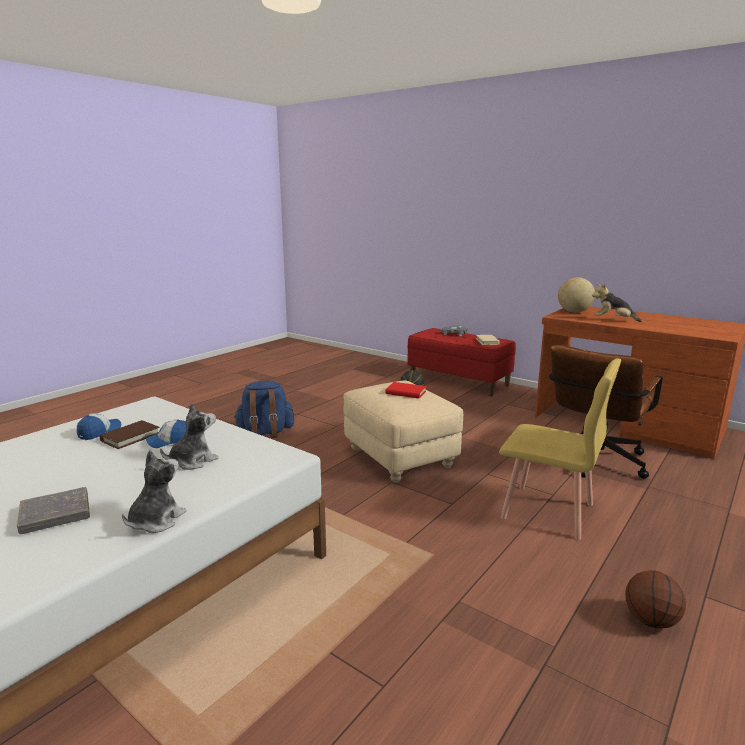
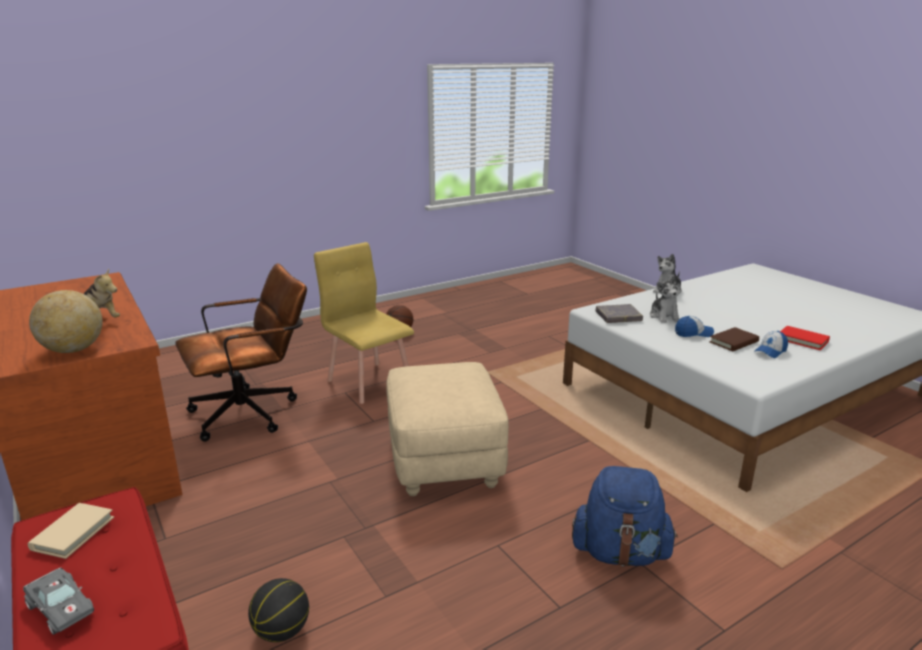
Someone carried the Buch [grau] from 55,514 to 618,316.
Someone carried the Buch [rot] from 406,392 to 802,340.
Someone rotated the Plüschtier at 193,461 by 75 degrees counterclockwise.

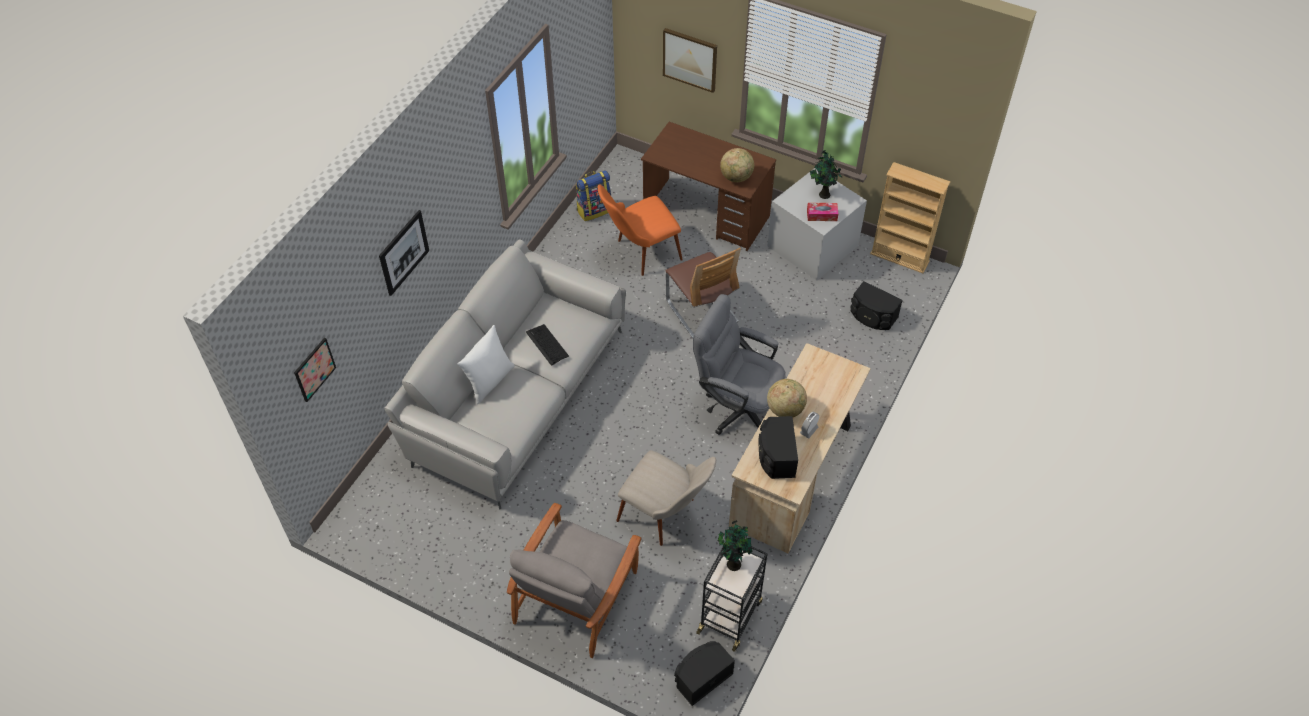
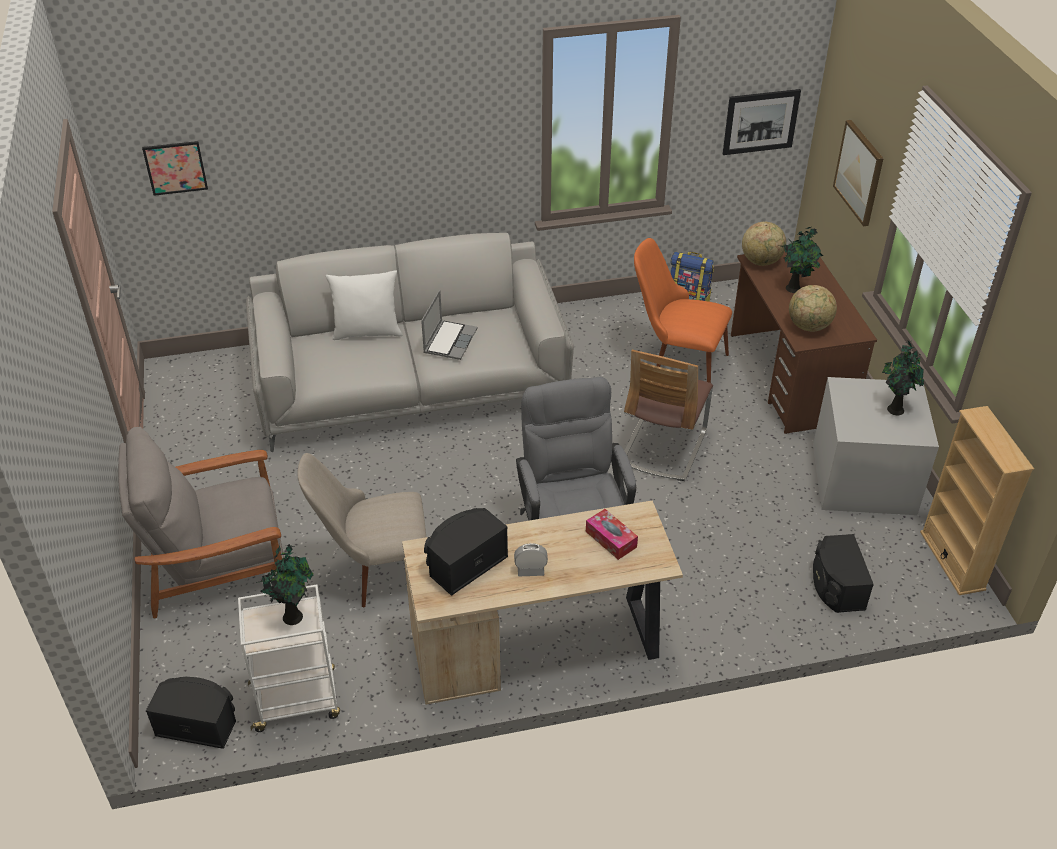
Someone put down the Topfpflanze at 795,288.
Someone carried the Bild from 404,252 to 760,121.
Someone carried the Globus from 785,409 to 761,261.
Someone carried the Taschentuchbox from 822,215 to 611,539.
Someone swapped the Tastatur at 547,345 for the Laptop at 449,341.
Someone repainted the Rollwagen [schwarz] at 730,615, which became the Rollwagen [weiß] at 297,700.
Someone rotated the Stuhl [beige] at 666,516 by 90 degrees clockwise.

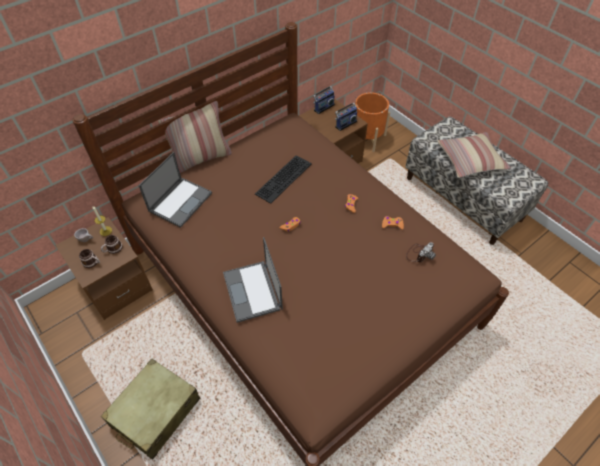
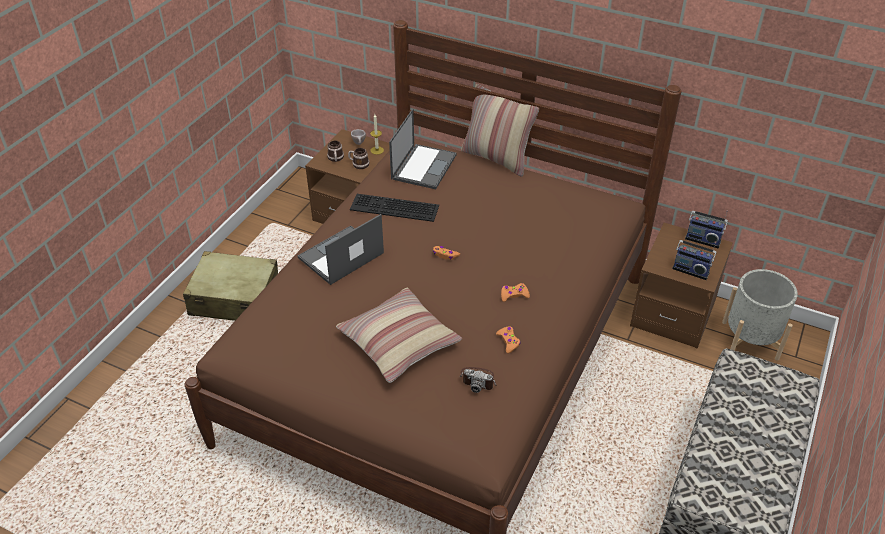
Someone carried the Tastatur from 284,179 to 393,208.
Someone carried the Kissen from 470,160 to 399,342.
Someone repainted the Pflanzkübel [orange] at 367,138, which became the Pflanzkübel [grau] at 750,340.
Someone rotated the Laptop at 180,201 by 75 degrees counterclockwise.

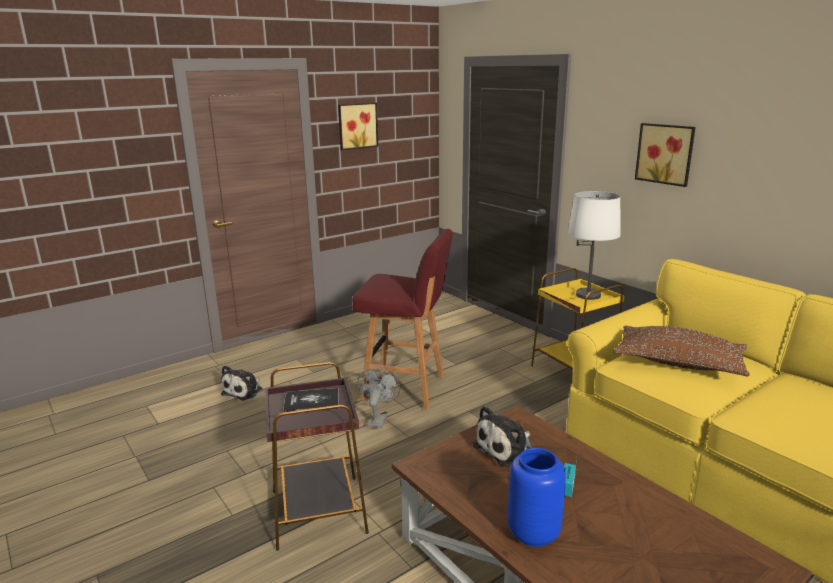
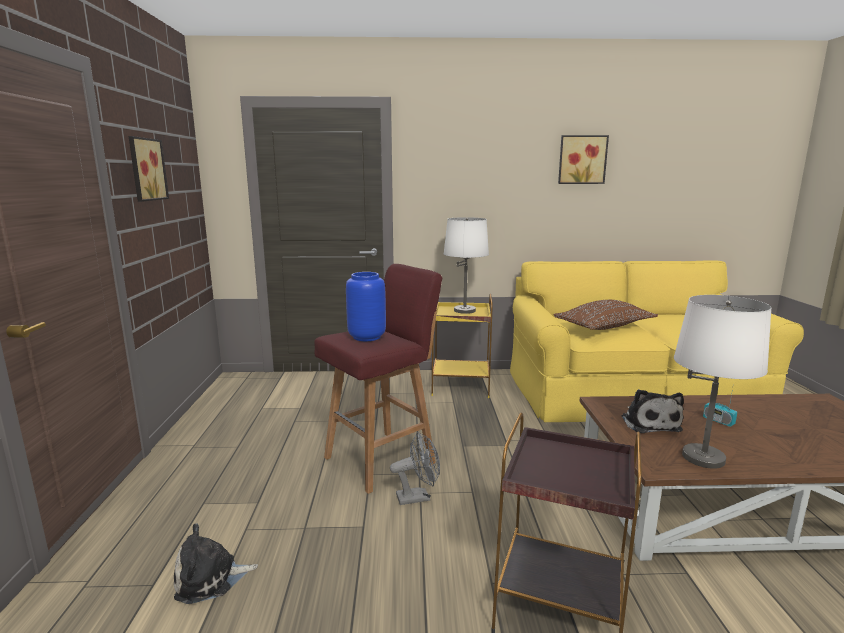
Someone took away the Buch at 312,402.
Someone put down the Tischlampe [weiß] at 703,457.
Someone carried the Vase [blau] from 532,533 to 367,337.
Someone carried the Bild from 666,154 to 582,159.
Someone rotated the Plüschtier at 244,391 by 105 degrees clockwise.
Someone rotated the Ventilator [grau] at 378,419 by 120 degrees clockwise.

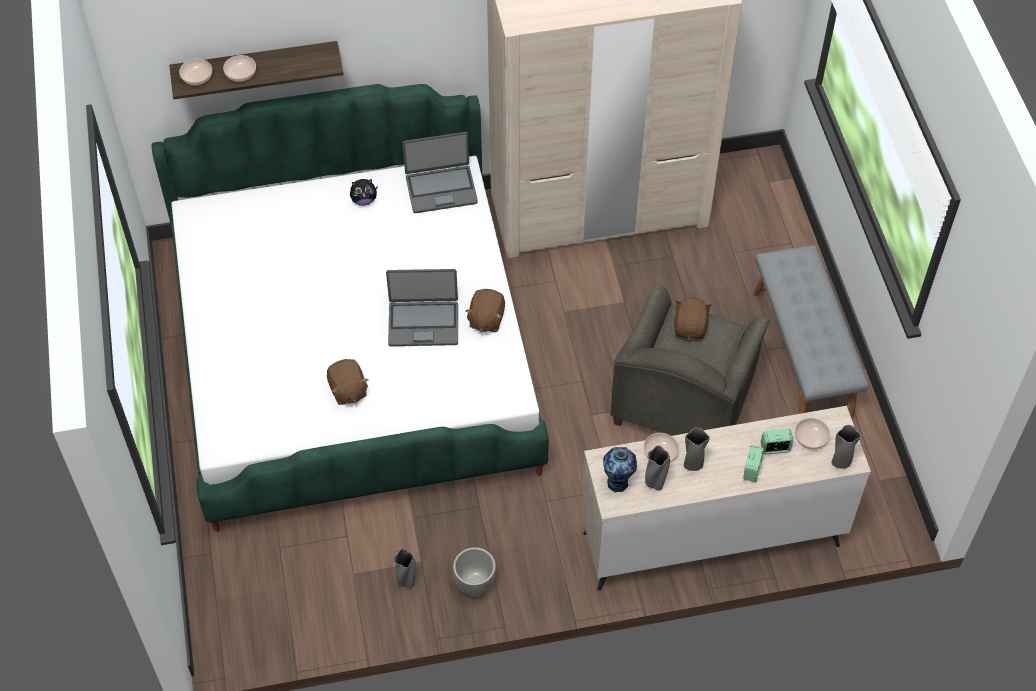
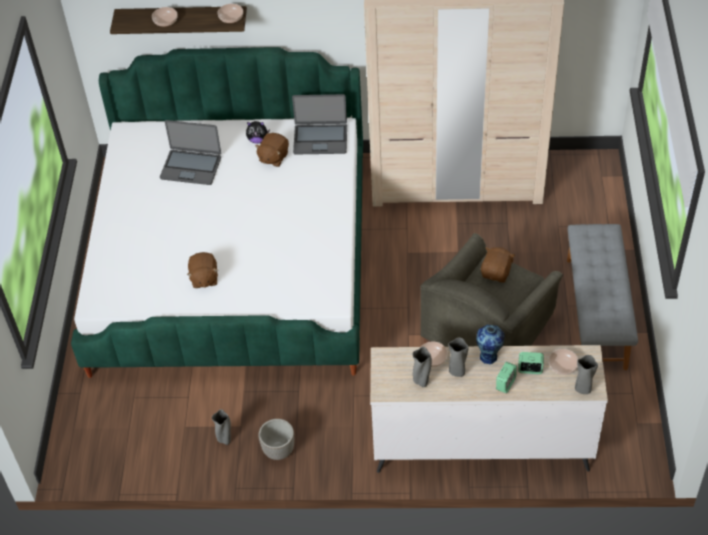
Someone carried the Schüssel from 197,77 to 231,18.
Someone carried the Laptop from 423,323 to 191,167.
Someone carried the Plüschtier [braun] from 486,319 to 273,157.
Someone carried the Vase from 618,482 to 489,356.

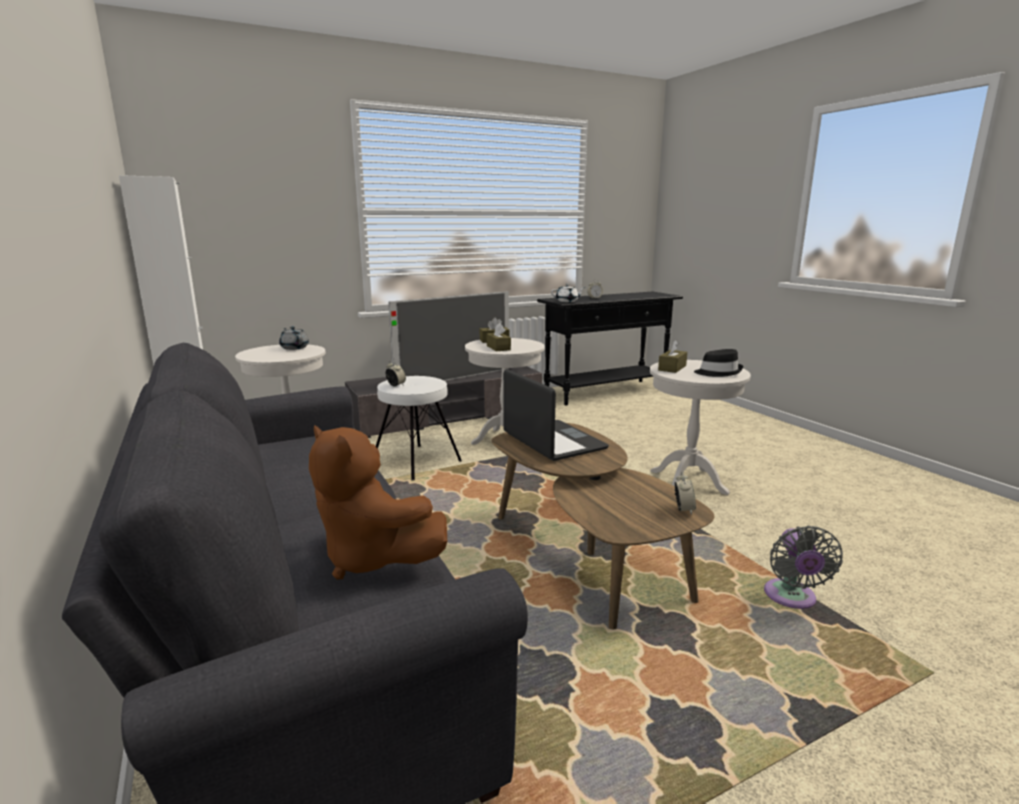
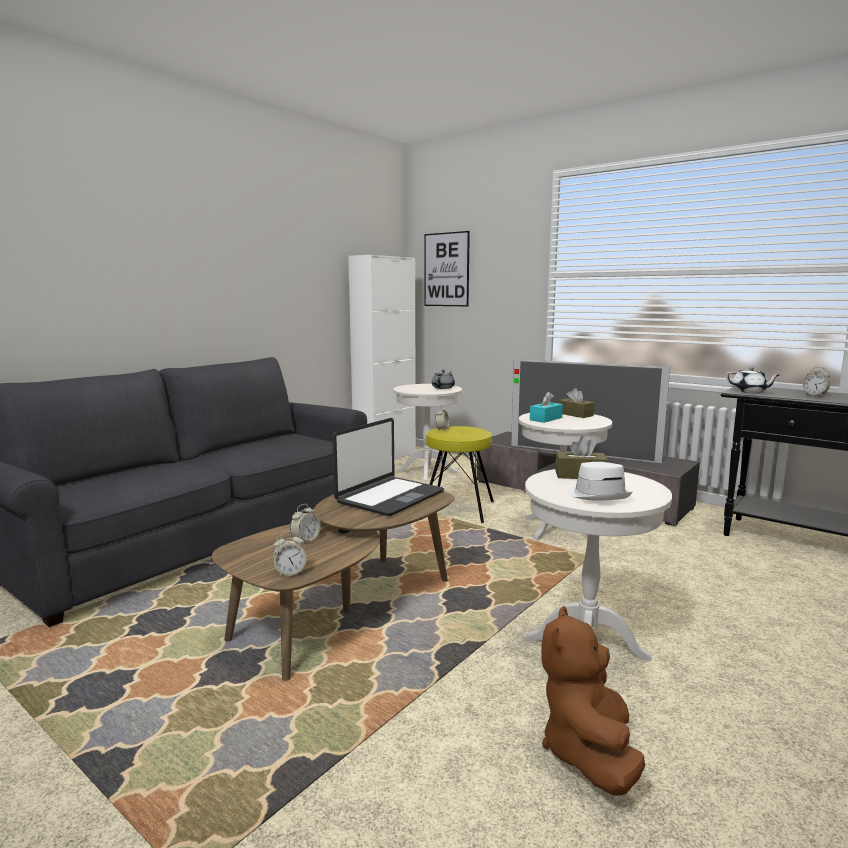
Someone took away the Ventilator [grau] at 791,598.
Someone put down the Wecker at 305,540.
Someone put up the Bild at 446,269.
Someone carried the Plüschtier [braun] from 372,558 to 588,752.
Someone repainted the Hocker [weiß] at 415,462, which became the Hocker [gelb] at 457,508.
Someone repainted the Taschentuchbox [braun] at 498,348, which became the Taschentuchbox [türkis] at 546,419.
Someone repainted the Hut [schwarz] at 718,372, which became the Hut [weiß] at 598,495.

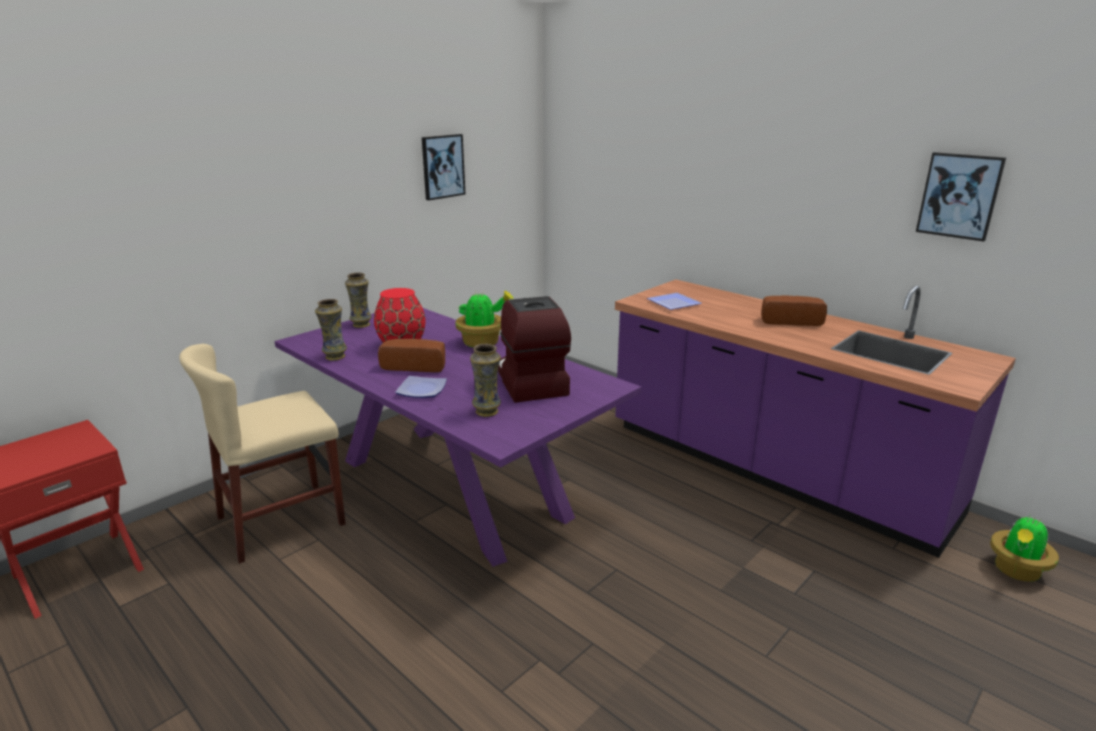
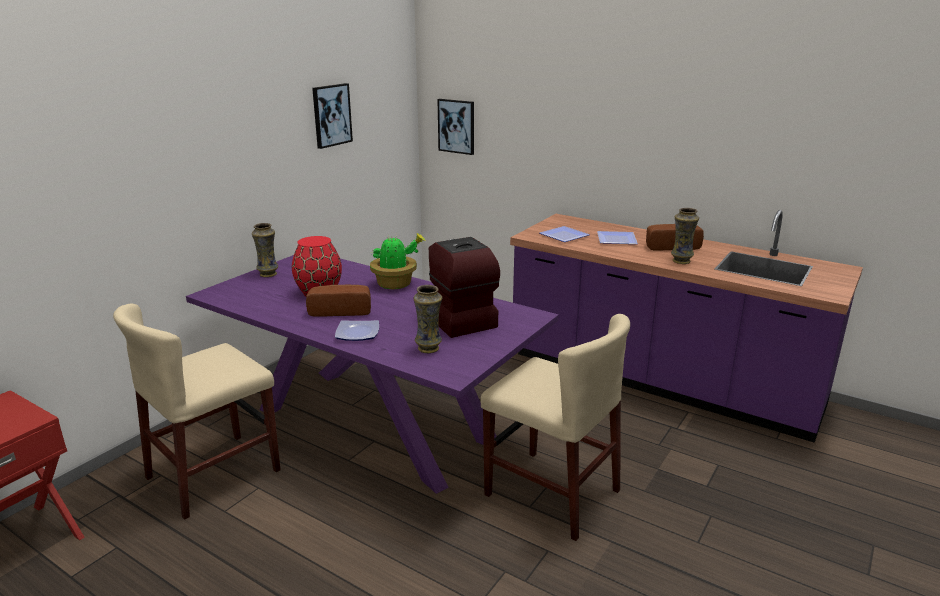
Someone took away the Topfpflanze at 1016,571.
Someone put down the Stuhl [beige] at 551,492.
Someone put down the Teller at 617,239.
Someone carried the Vase from 334,357 to 681,261.
Someone carried the Bild from 959,196 to 456,126.

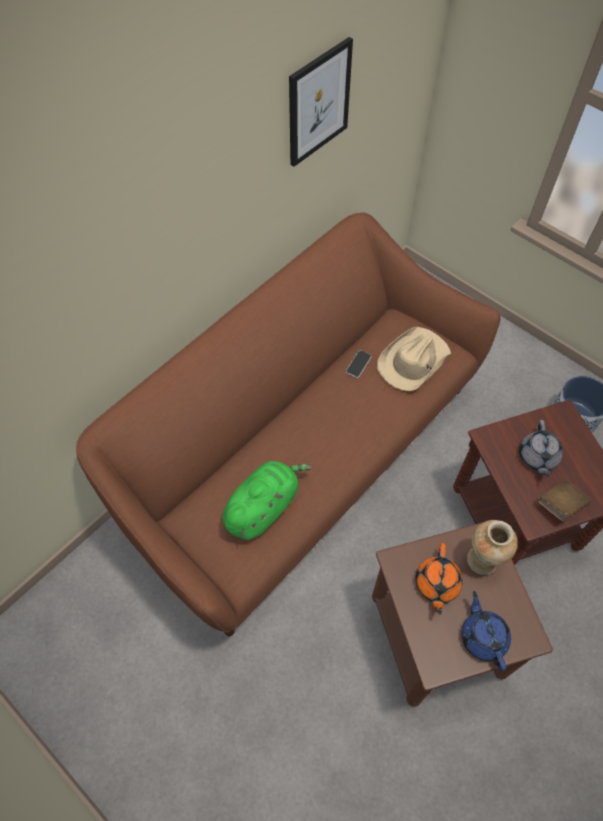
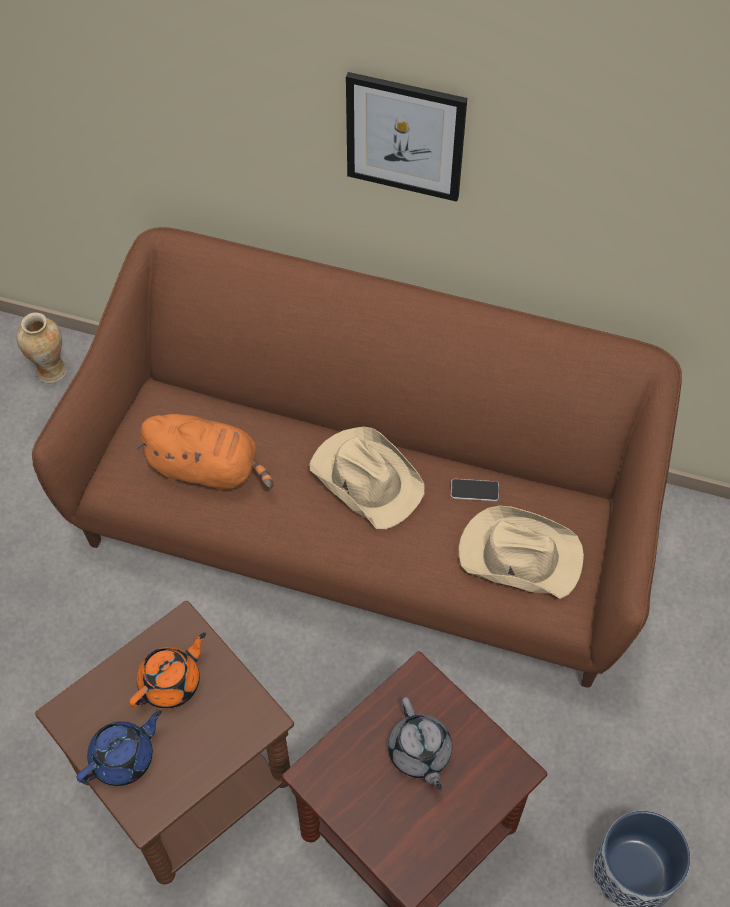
Someone took away the Buch [braun] at 560,505.
Someone put down the Hut [beige] at 366,478.
Someone carried the Bild from 318,103 to 405,136.
Someone carried the Vase from 481,561 to 50,370.
Someone repainted the Plüschtier [grün] at 263,506, which became the Plüschtier [orange] at 208,468.
Someone rotated the Teekanne [orange] at 436,584 by 150 degrees clockwise.
Someone rotated the Teekanne [grau] at 537,457 by 90 degrees counterclockwise.

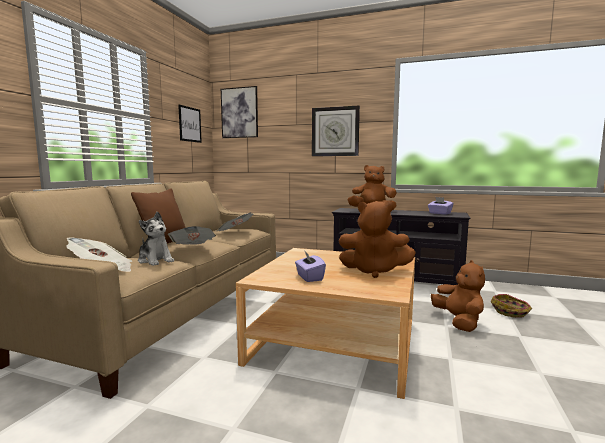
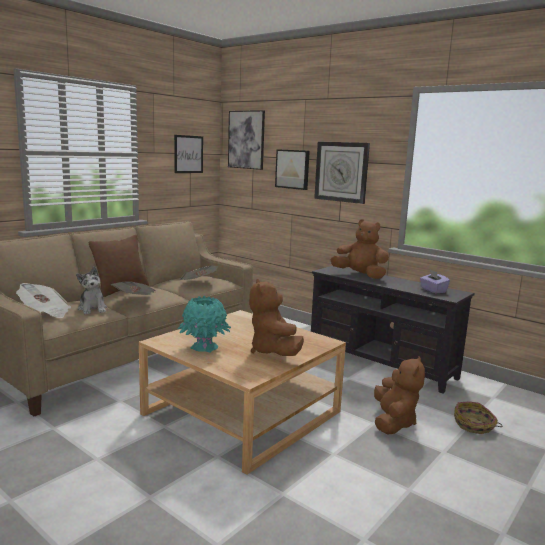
Someone put up the Bild at 293,169.
Someone swapped the Taschentuchbox [lila] at 309,277 for the Vase [türkis] at 204,347.
Someone rotated the Plüschtier [braun] at 374,271 by 45 degrees clockwise.

